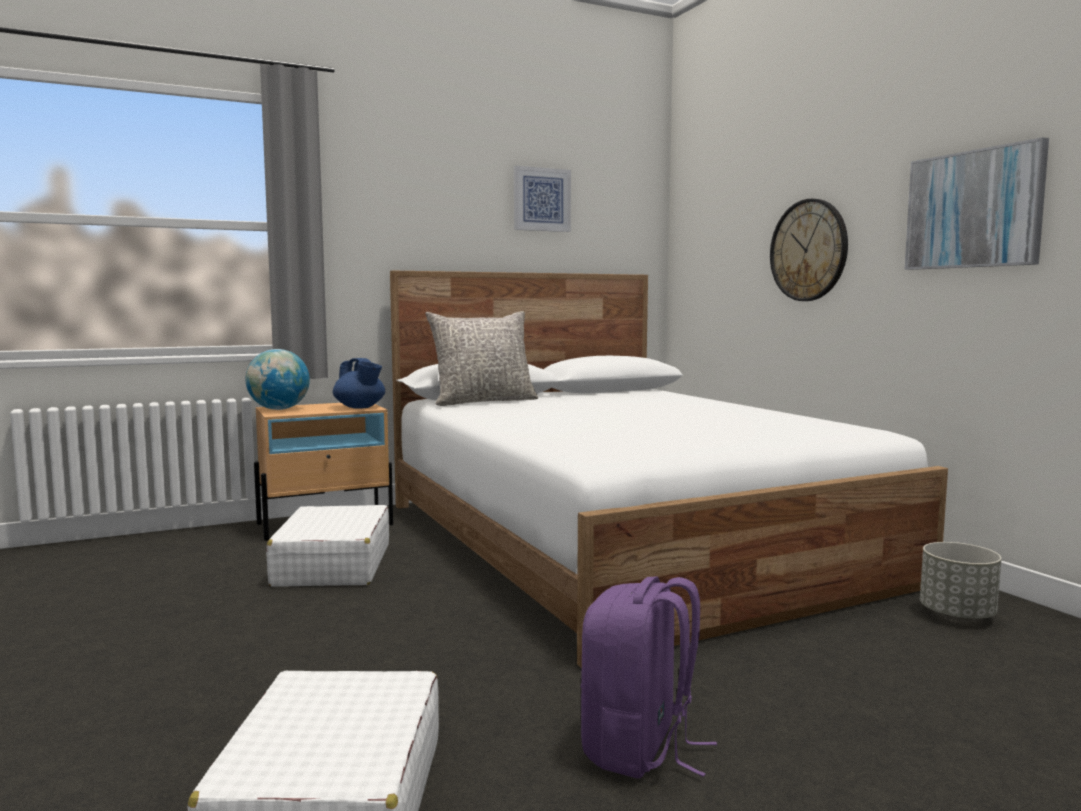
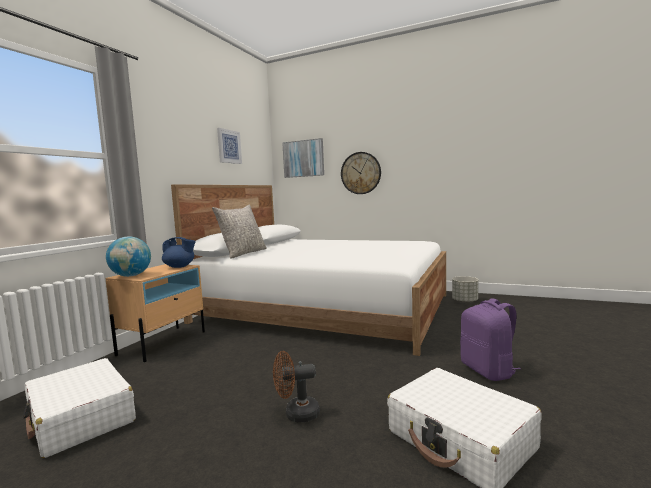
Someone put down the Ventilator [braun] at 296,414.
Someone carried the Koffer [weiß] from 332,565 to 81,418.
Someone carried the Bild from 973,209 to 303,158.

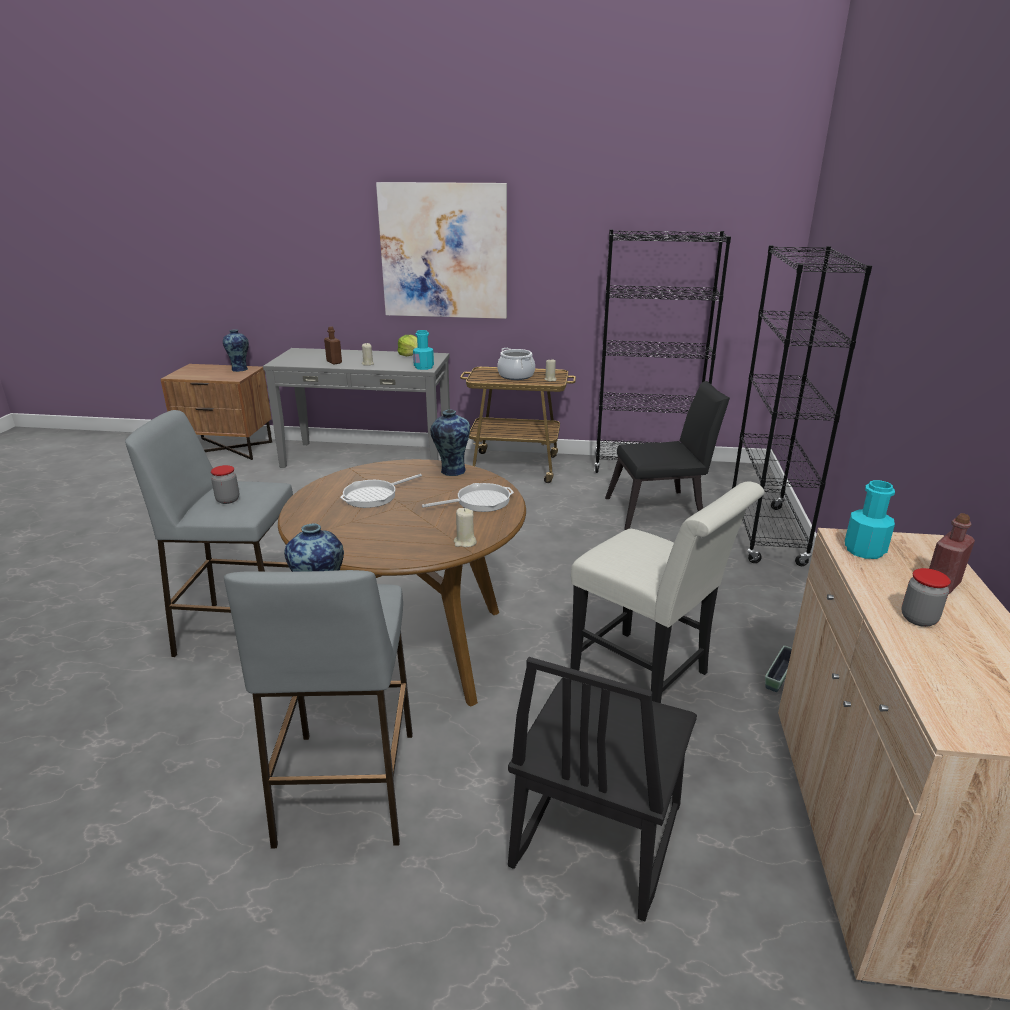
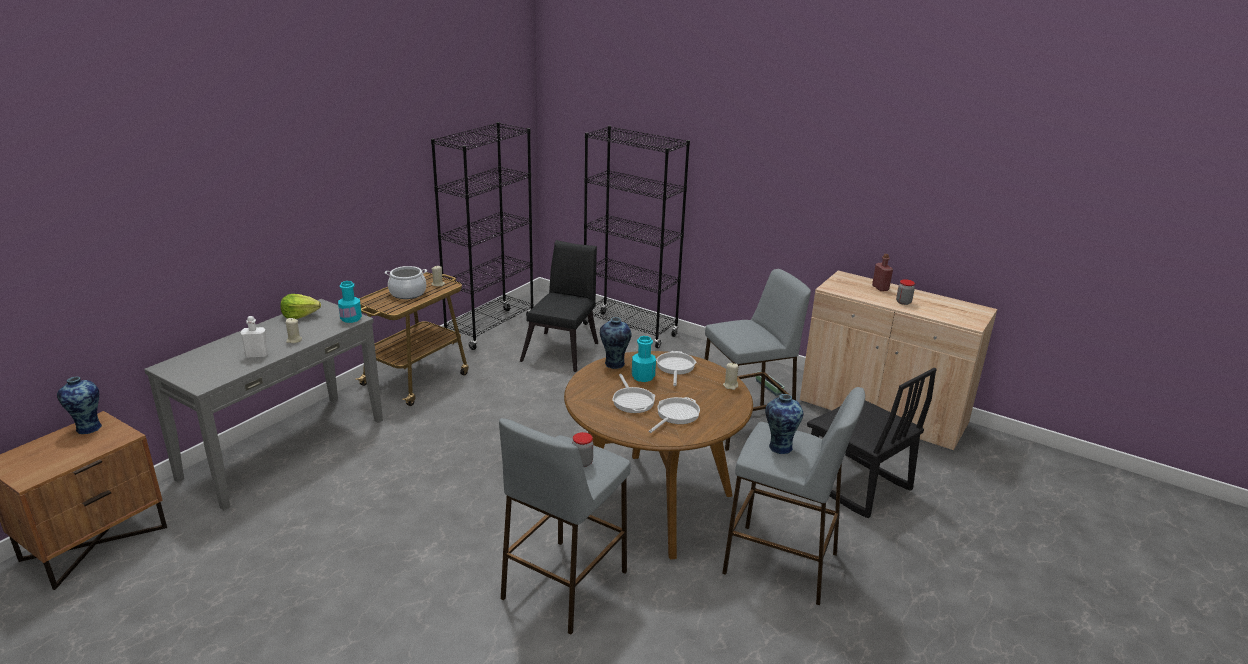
Someone took away the Bild at 444,251.
Someone put down the Pfanne at 676,415.
Someone carried the Flasche [türkis] from 864,550 to 643,377.
Someone swapped the Stuhl [weiß] at 648,678 for the Hocker [grau] at 745,426.
Someone repainted the Flasche [braun] at 334,362, which became the Flasche [weiß] at 257,355.

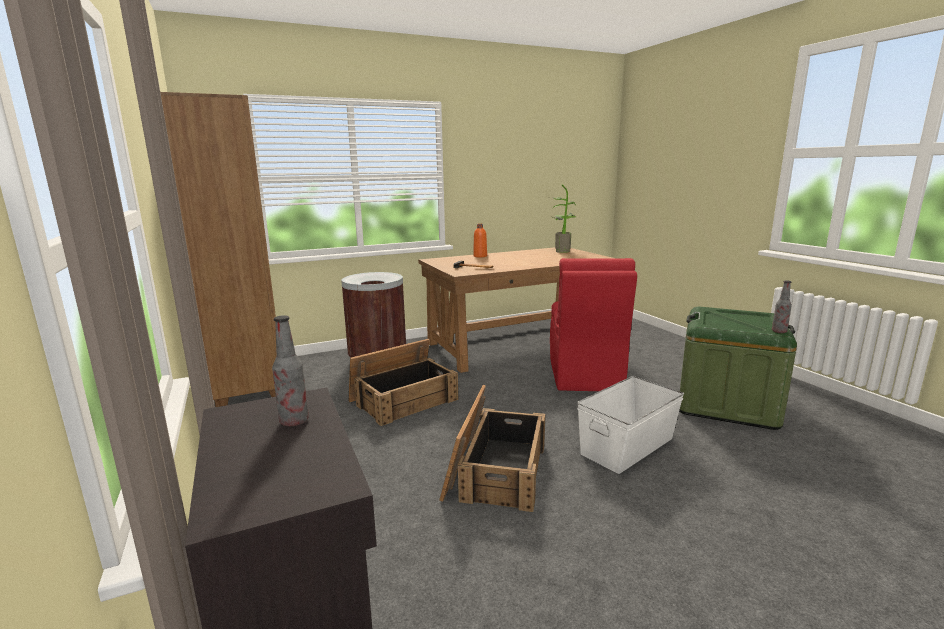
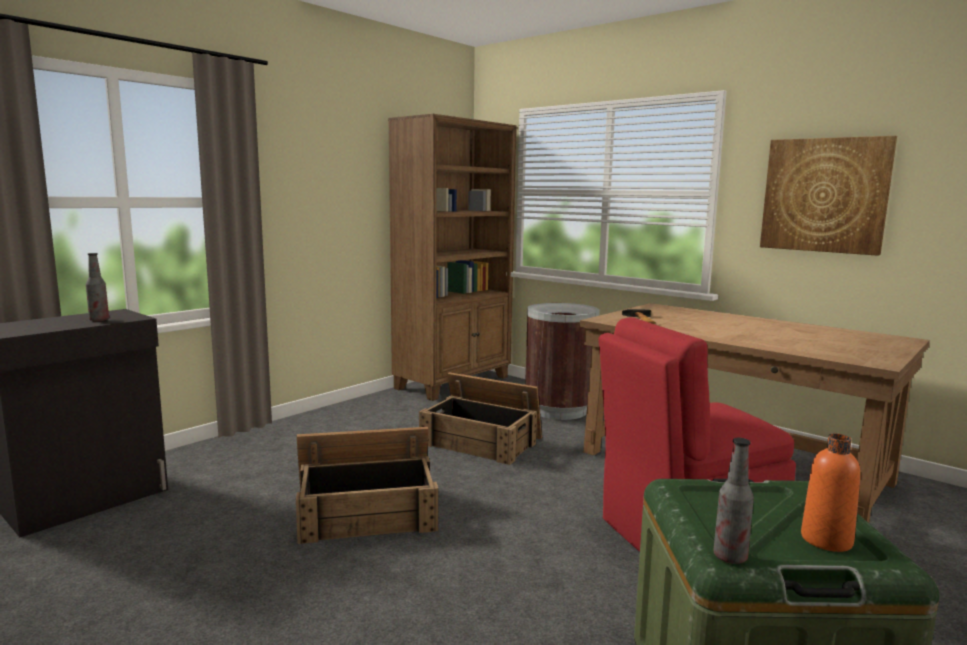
Someone took away the Topfpflanze at 562,251.
Someone took away the Aufbewahrungsbox [weiß] at 628,446.
Someone put up the Bild at 824,195.
Someone carried the Flasche [orange] from 480,256 to 826,540.

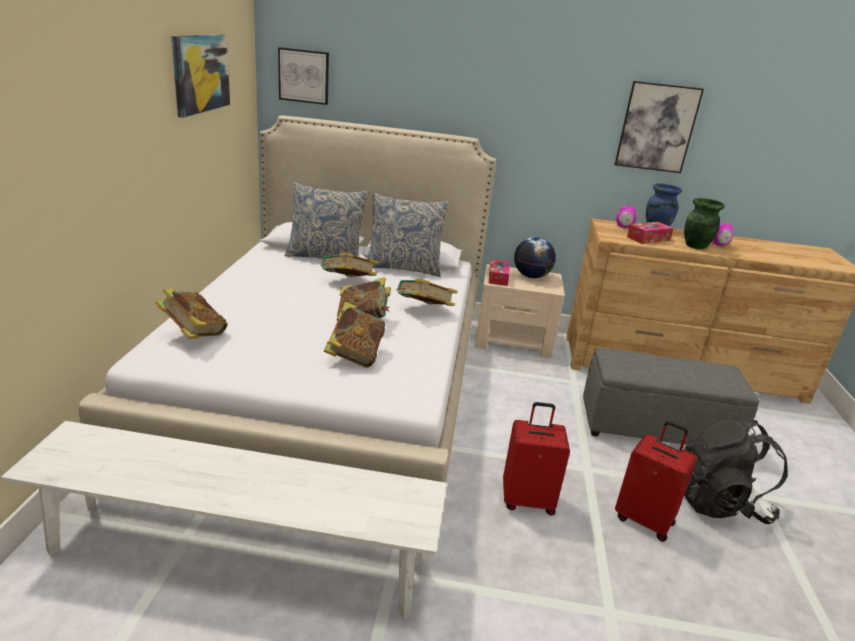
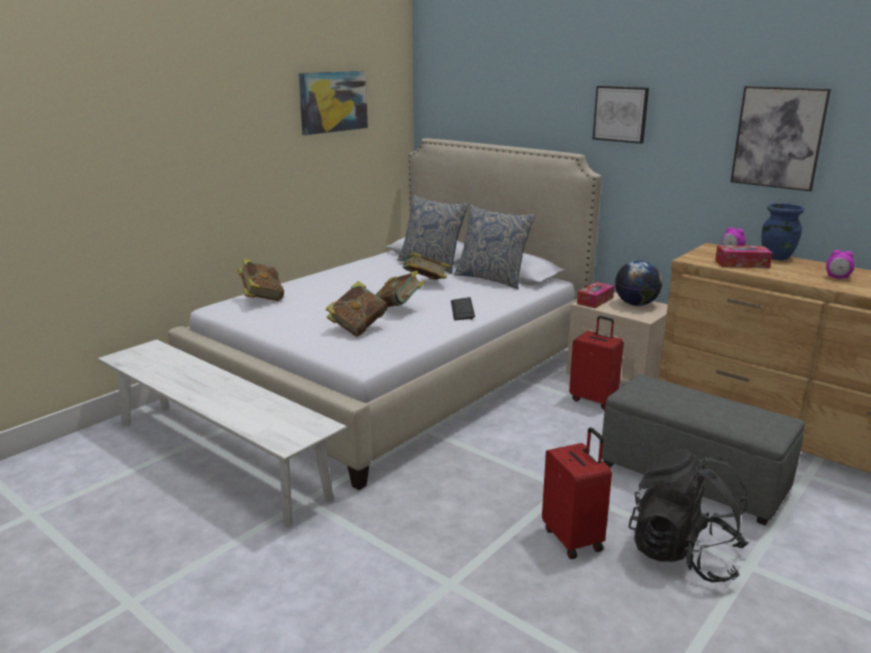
Someone took away the Vase [grün] at 695,246.
Someone carried the Bild from 304,76 to 621,114.
Someone carried the Koffer [rot] from 527,500 to 594,400.
Someone swapped the Buch at 424,311 for the Tastatur at 462,310.

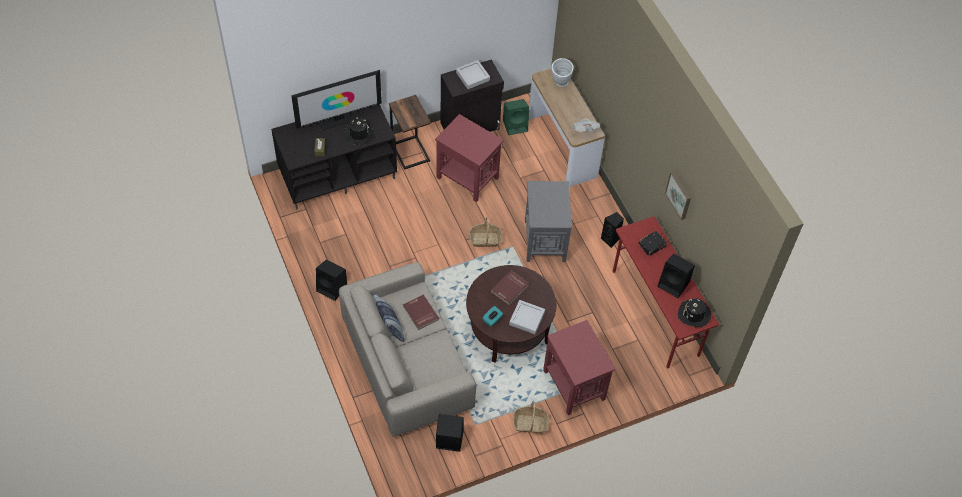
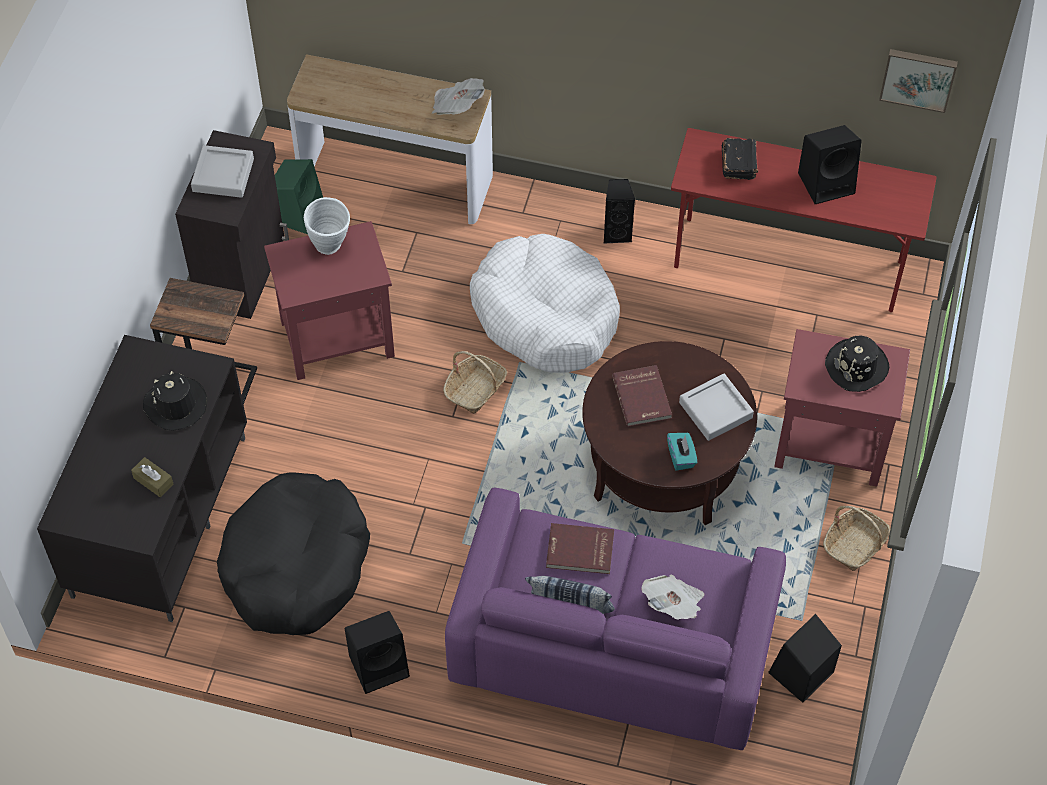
Someone took away the Fernseher at 339,118.
Someone put down the Hundebett [schwarz] at 296,565.
Someone put down the Zeitung at 673,604.
Someone carried the Vase [weiß] from 560,84 to 331,248.
Someone carried the Bild from 679,194 to 918,78.
Someone carried the Hut [schwarz] from 694,314 to 857,367.
Someone swapped the Beistelltisch [grau] at 544,240 for the Hundebett [weiß] at 545,315.
Someone repainted the Sofa [beige] at 406,362, which became the Sofa [lila] at 613,644.

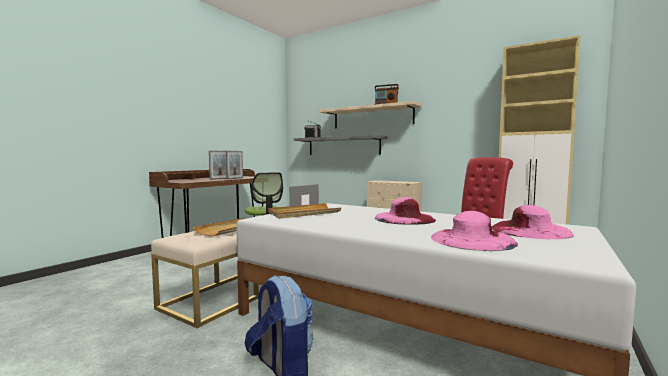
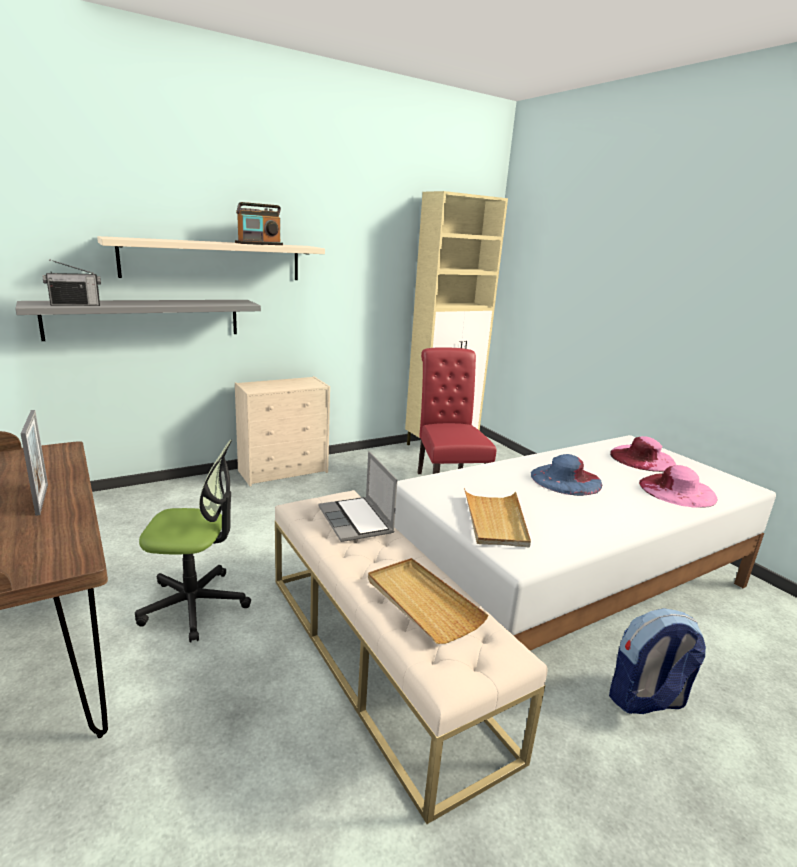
Someone took away the Bilderrahmen at 235,178.
Someone repainted the Hut [rosa] at 404,218, which became the Hut [blau] at 566,479.

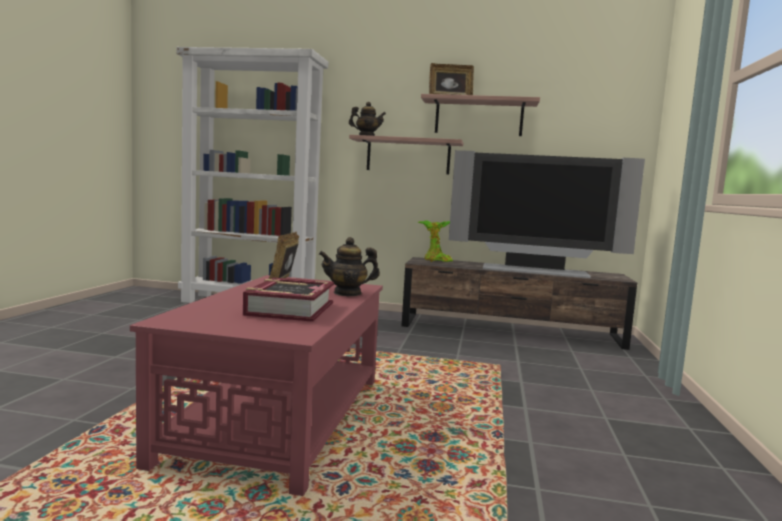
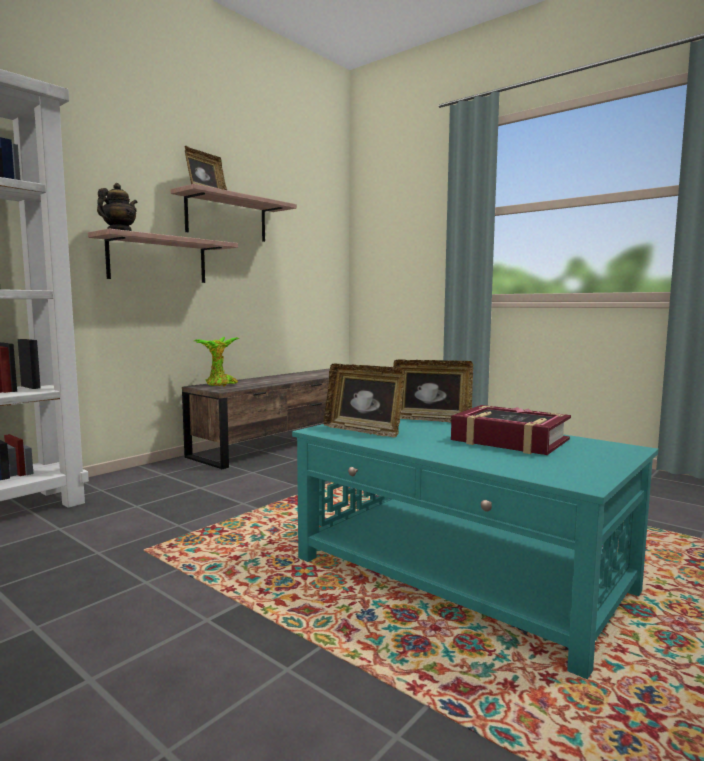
Someone took away the Fernseher at 535,271.
Someone swapped the Teekanne at 347,293 for the Bilderrahmen at 431,419.
Someone repainted the Couchtisch [rot] at 278,418, which became the Couchtisch [türkis] at 461,576.

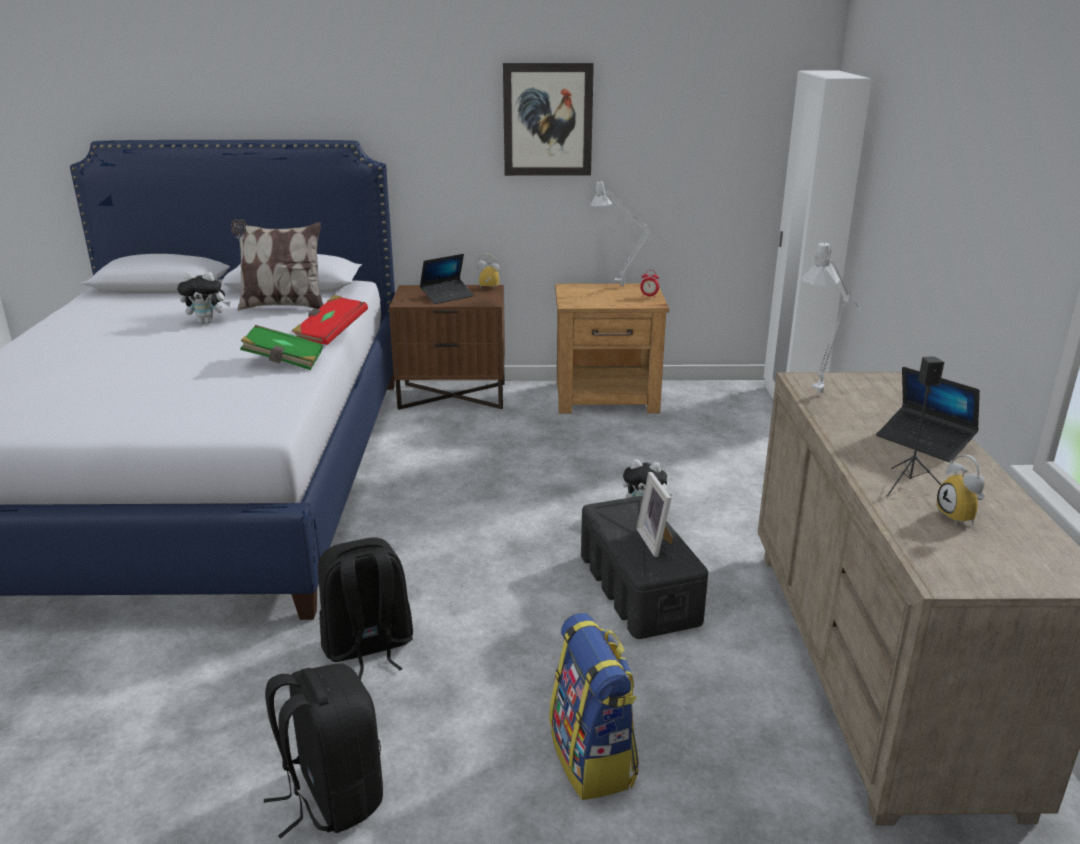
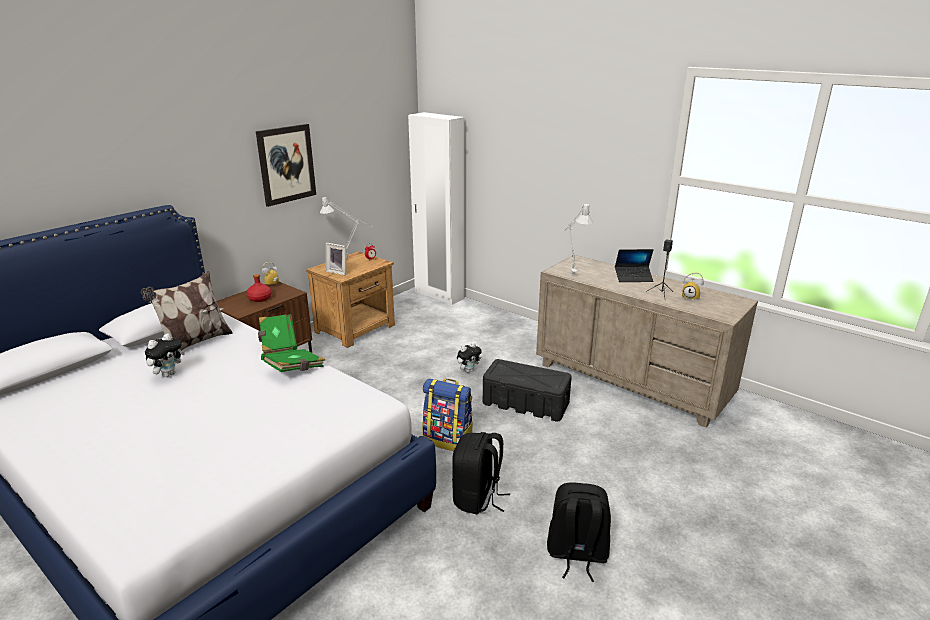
Someone carried the Rucksack from 594,759 to 448,440.
Someone carried the Bilderrahmen from 656,541 to 338,271.
Someone swapped the Laptop at 447,296 for the Flasche [rot] at 260,298.
Someone repainted the Buch [rot] at 331,333, which became the Buch [grün] at 277,343.

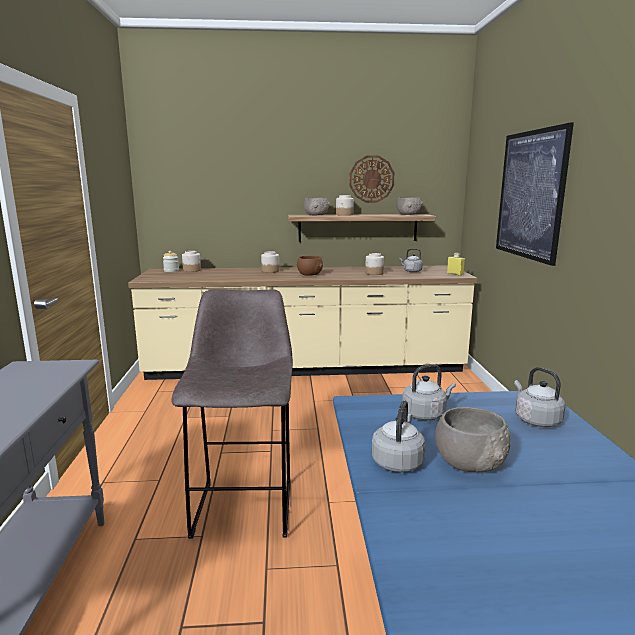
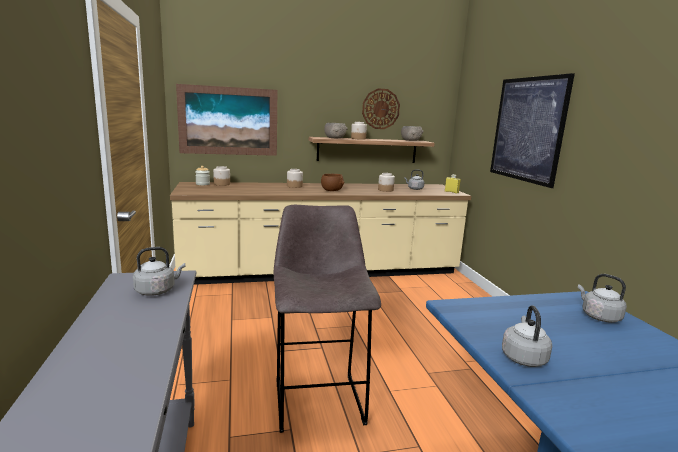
Someone took away the Schüssel [grau] at 470,463.
Someone put up the Bild at 228,121.
Someone carried the Wasserkessel [grau] from 425,414 to 157,290.

